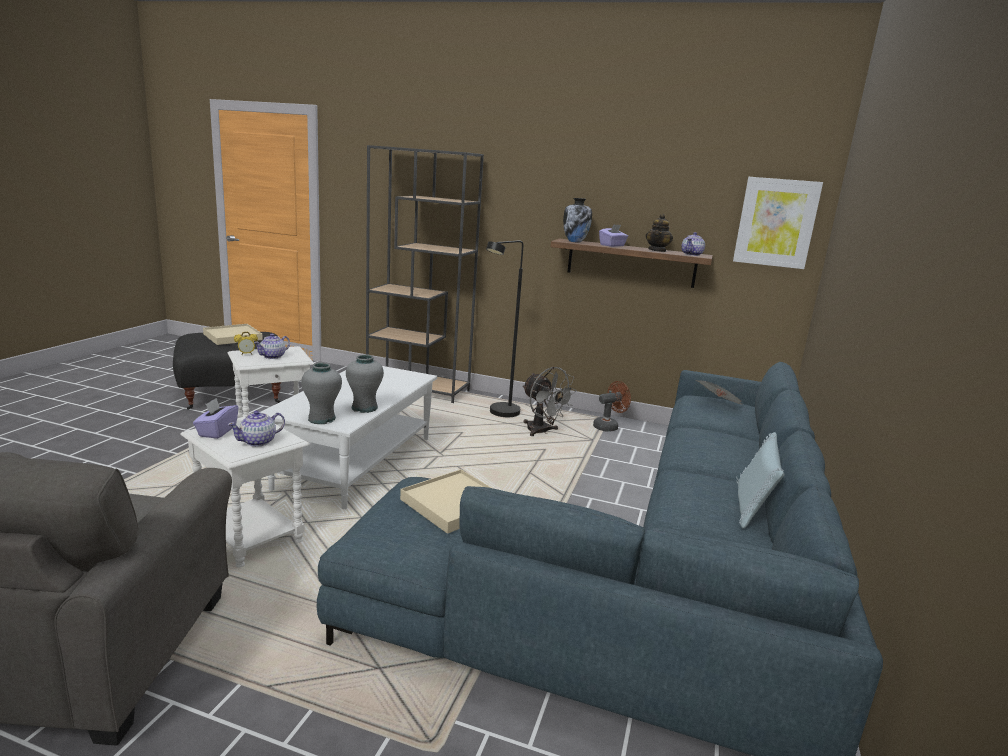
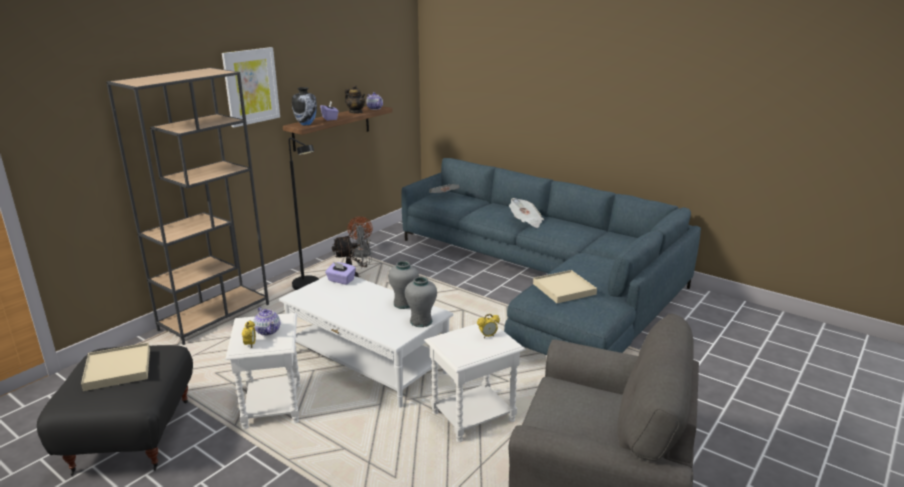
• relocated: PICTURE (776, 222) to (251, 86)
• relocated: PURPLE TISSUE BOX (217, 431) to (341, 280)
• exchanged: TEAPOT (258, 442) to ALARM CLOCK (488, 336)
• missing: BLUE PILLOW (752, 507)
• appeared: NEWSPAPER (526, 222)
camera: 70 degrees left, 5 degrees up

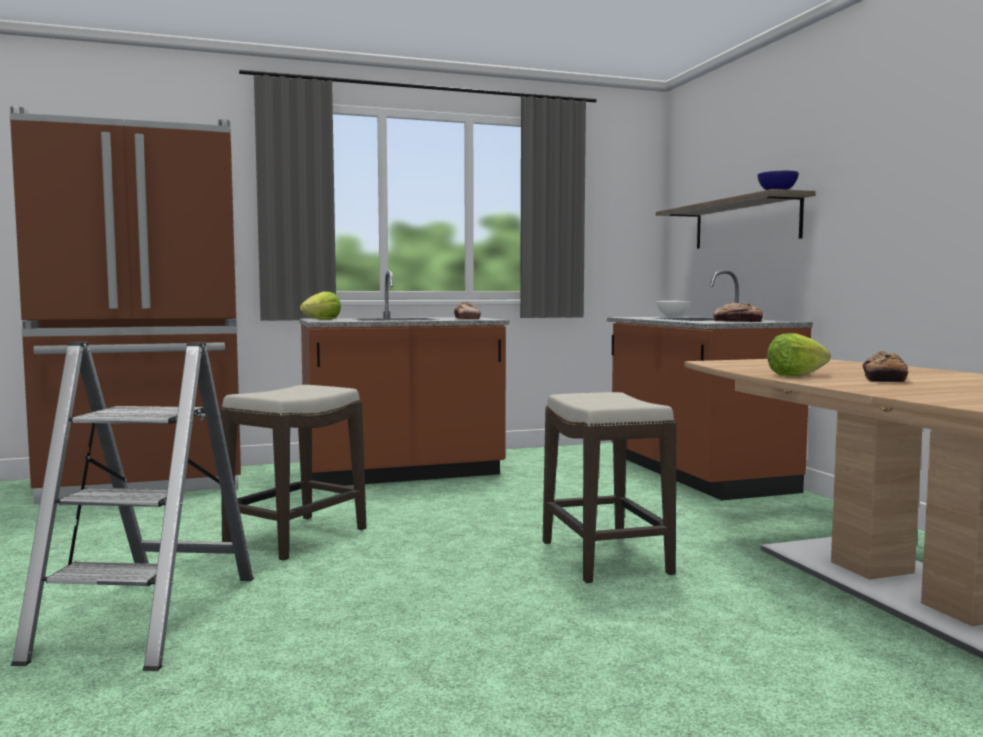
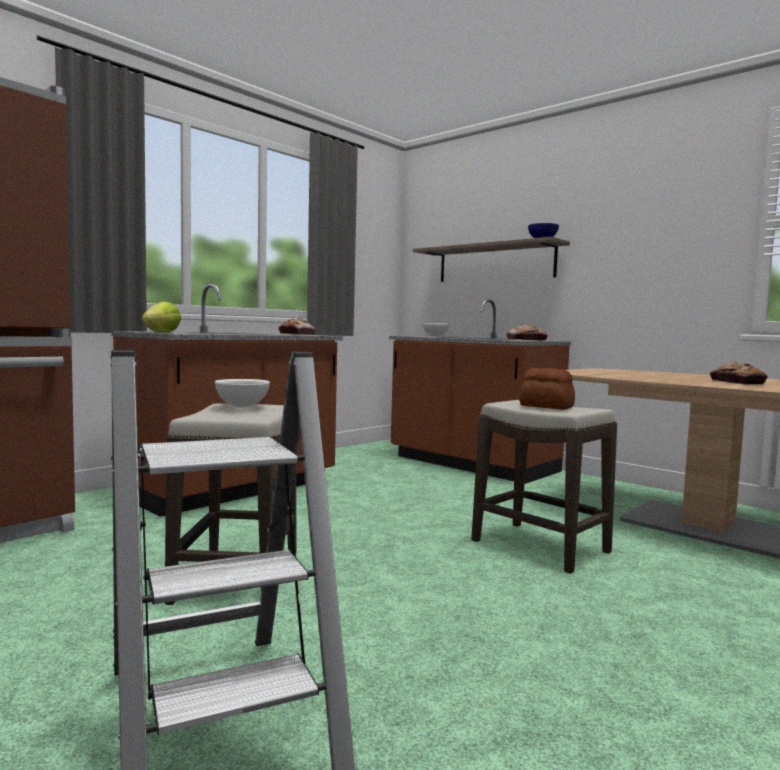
• missing: LETTUCE (795, 375)
• appeared: BREAD (546, 407)
• appeared: WHITE BOWL (243, 406)
camera: 30 degrees left, 0 degrees up

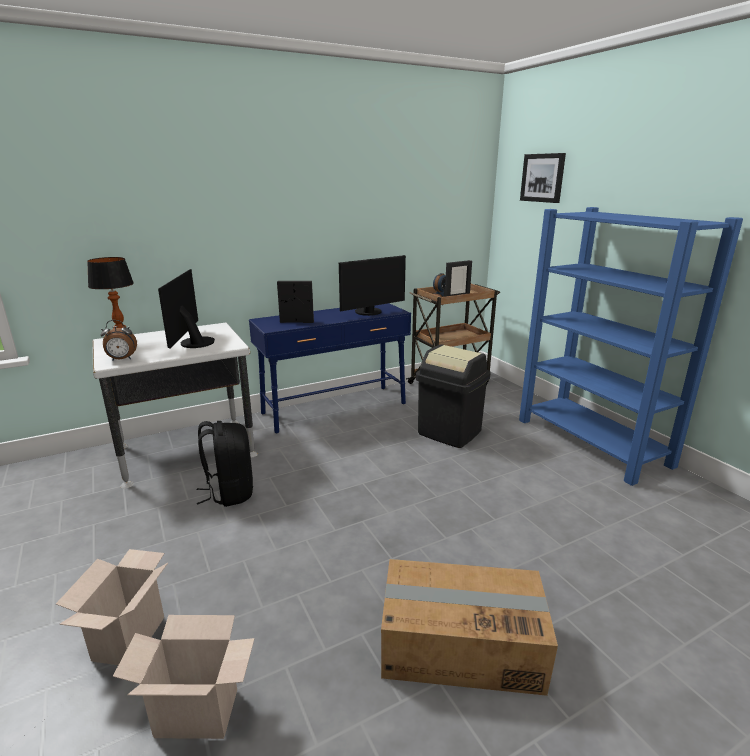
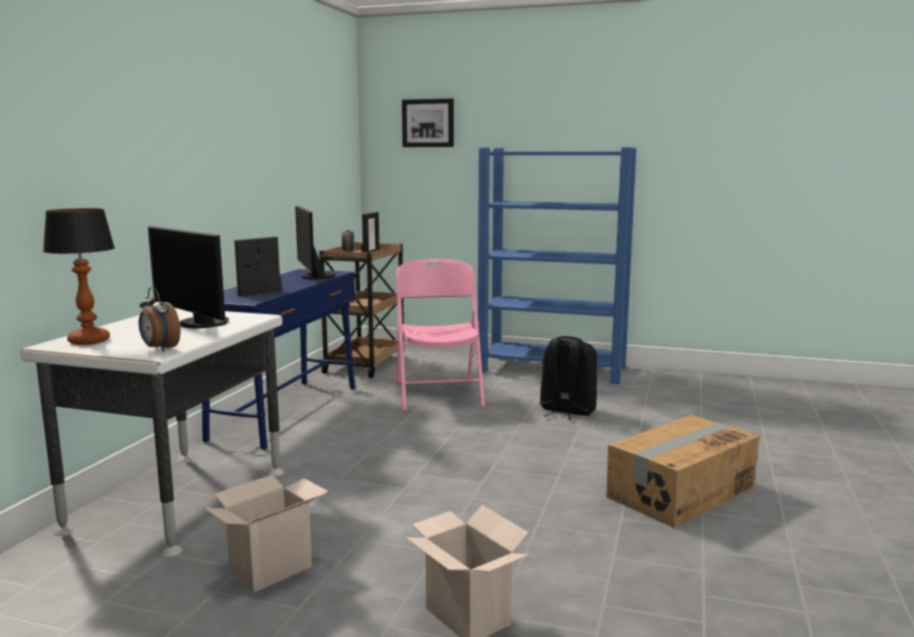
• spun: MONITOR (370, 312) = (314, 277) 150 degrees clockwise
• spun: ALARM CLOCK (122, 359) = (159, 349) 105 degrees clockwise
• exchanged: BLACK TRASH CAN (449, 432) to PINK CHAIR (439, 395)
• relocated: BLACK BACKPACK (229, 492) to (566, 411)
• relocated: CARDBOARD BOX (200, 711) to (272, 568)
camera: 45 degrees left, 10 degrees down

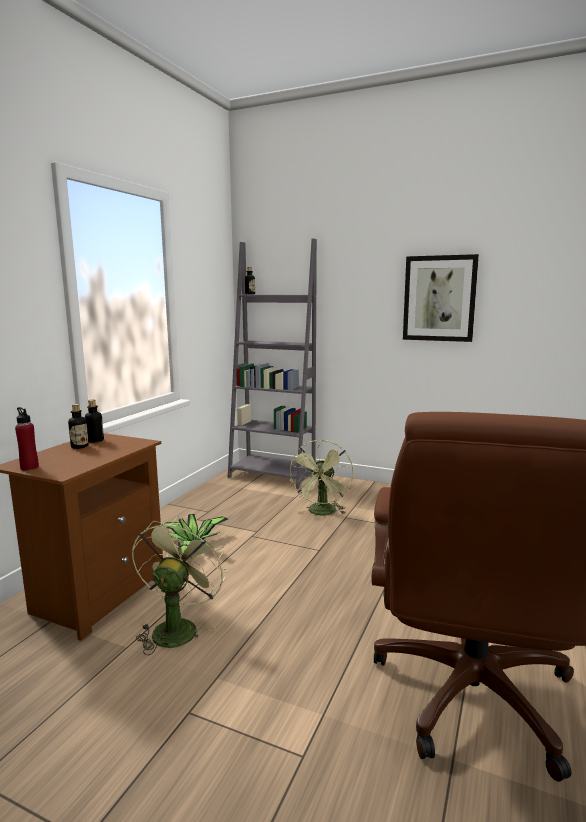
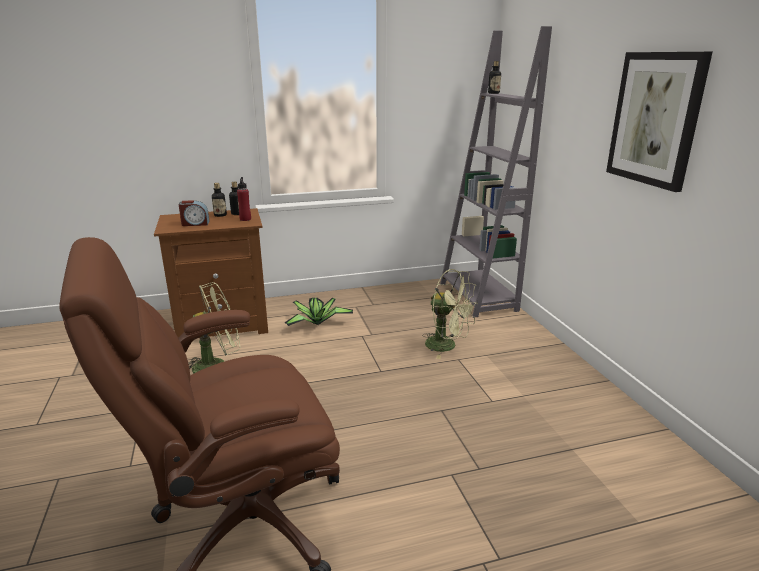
• relocated: RED BOTTLE (29, 467) to (245, 219)
• spun: GREEN FAN (322, 513) = (447, 346) 120 degrees counterclockwise
• appeared: ALARM CLOCK (195, 224)
camera: 50 degrees right, 10 degrees up

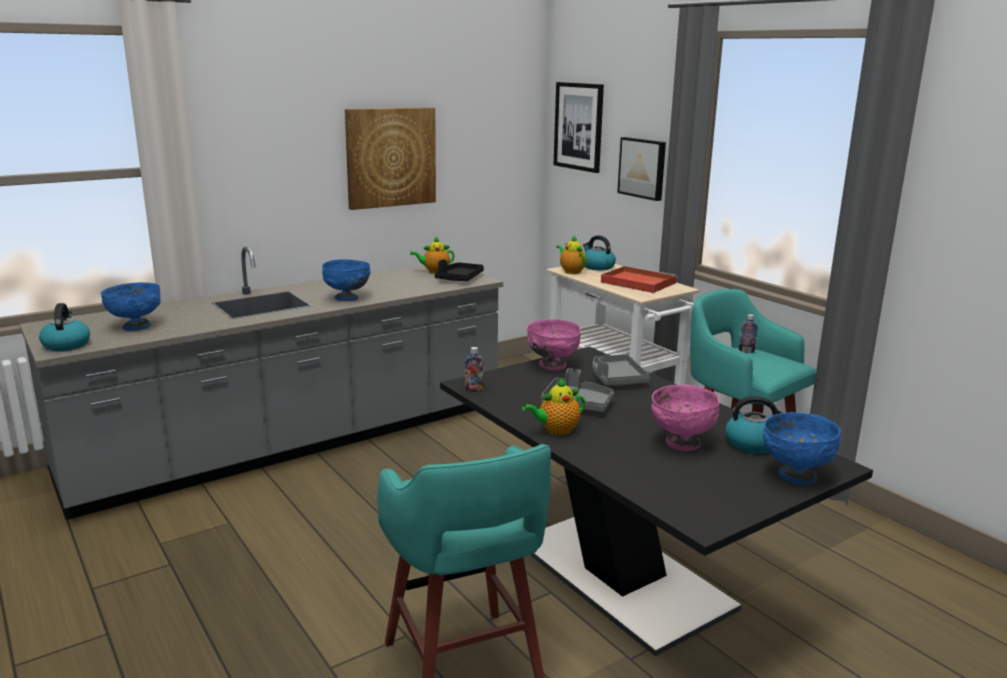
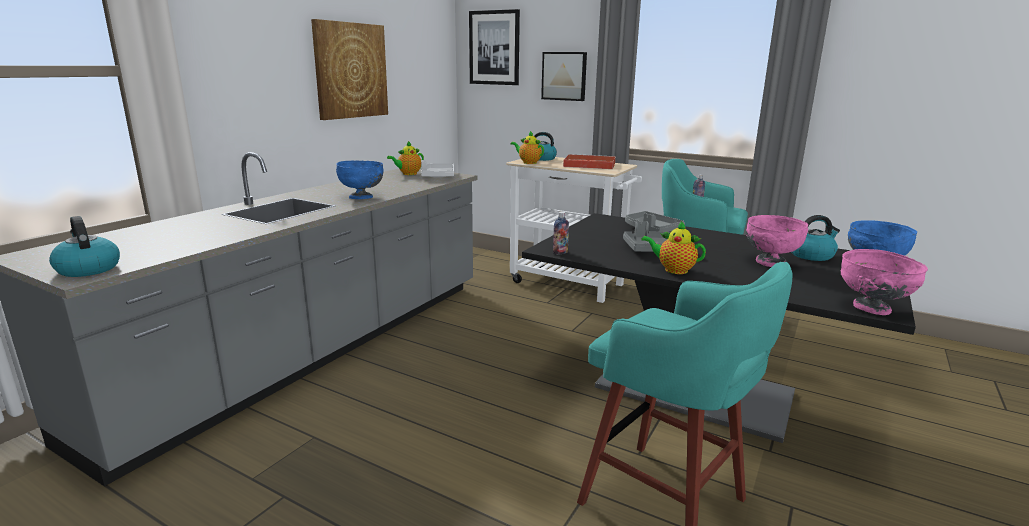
• colour: BLACK TRAY (459, 279) to WHITE TRAY (438, 176)
• missing: BLUE BOWL (136, 326)
• relocated: PINK BOWL (552, 366) to (872, 309)
• spun: TEAPOT (556, 430) = (673, 270) 75 degrees clockwise
camera: 25 degrees left, 0 degrees up

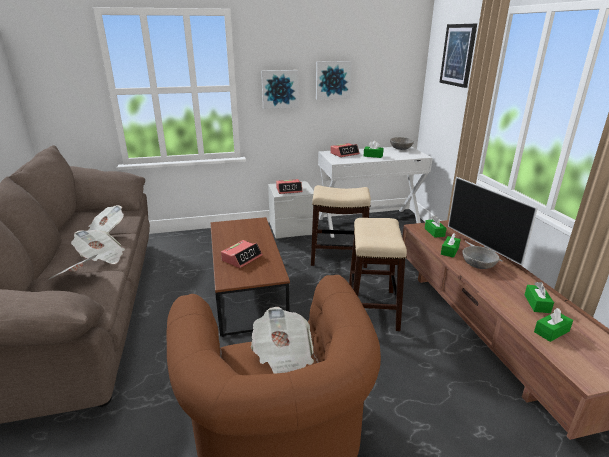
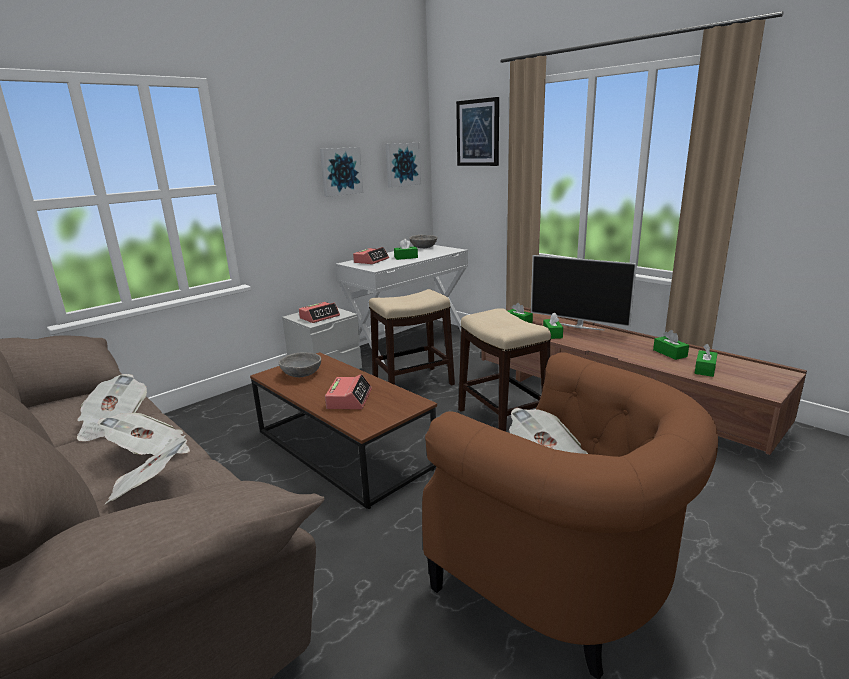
• relocated: PICTURE (279, 89) to (402, 164)
• relocated: GREY BOWL (478, 265) to (301, 374)
camera: 30 degrees left, 5 degrees down

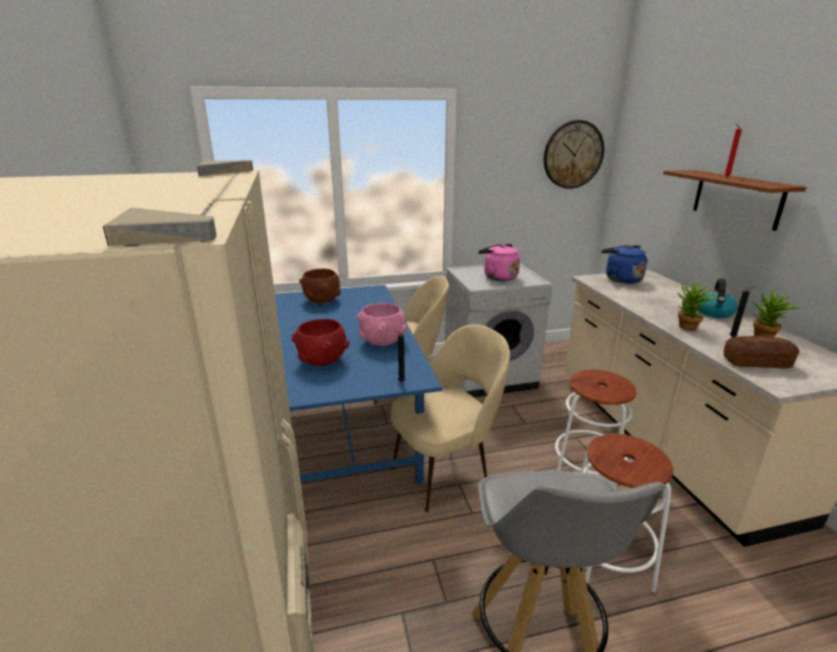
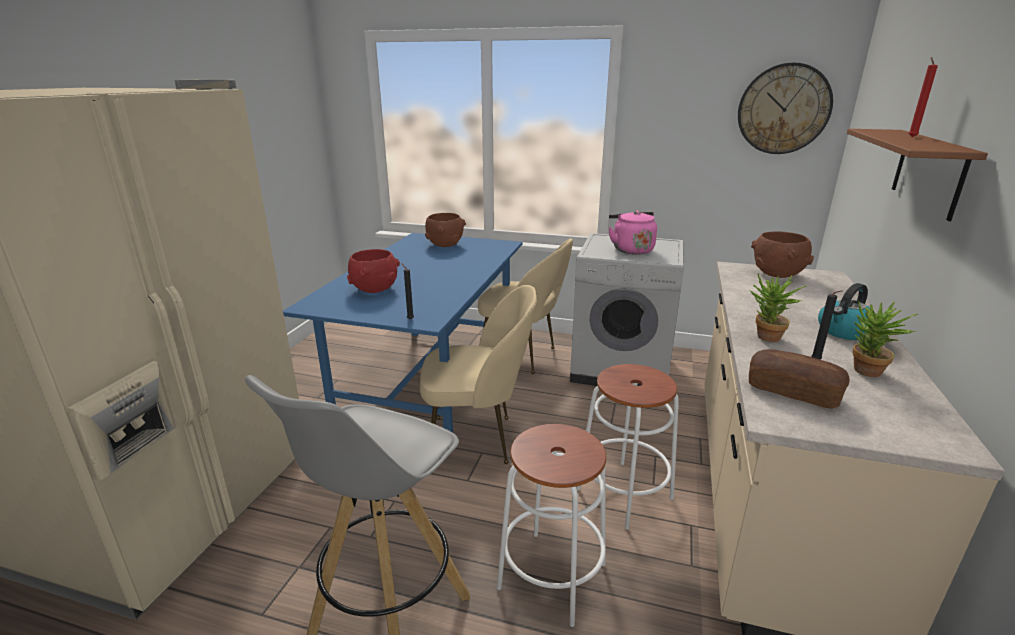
• exchanged: BLUE KETTLE (620, 279) to BROWN BOWL (777, 274)
• missing: PINK BOWL (383, 342)
camera: 30 degrees right, 0 degrees up

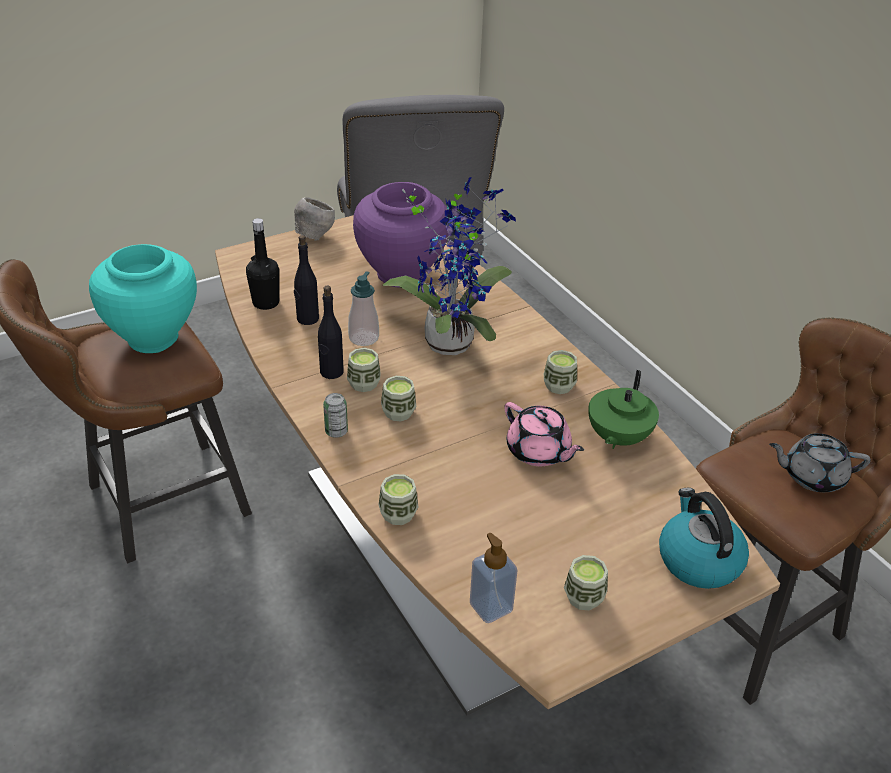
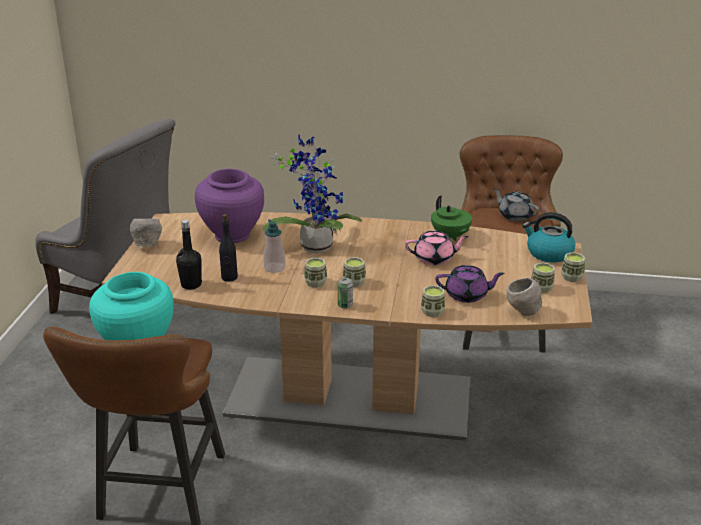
• missing: BLACK BOTTLE (331, 372)
• relocated: CUP (559, 386) to (571, 277)
• spun: GREY TEAPOT (812, 476) = (514, 216) 90 degrees clockwise
• exchanged: SOAP DISPENSER (491, 607) to GREY BOWL (523, 312)
• appeared: PURPLE TEAPOT (467, 295)
camera: 50 degrees left, 10 degrees down

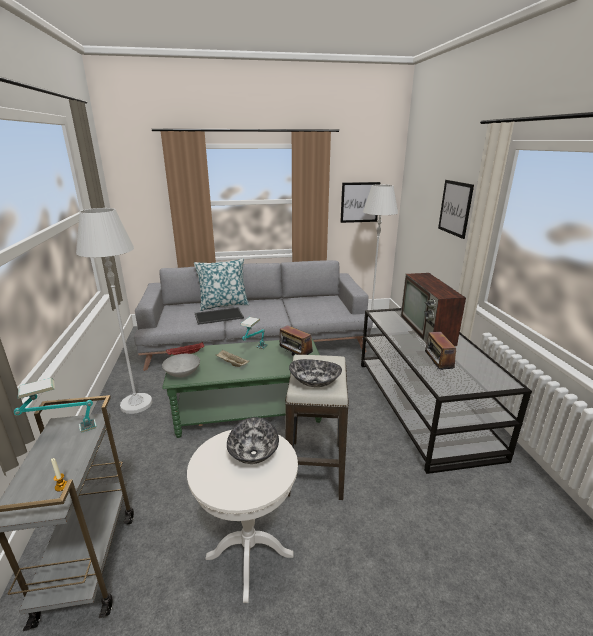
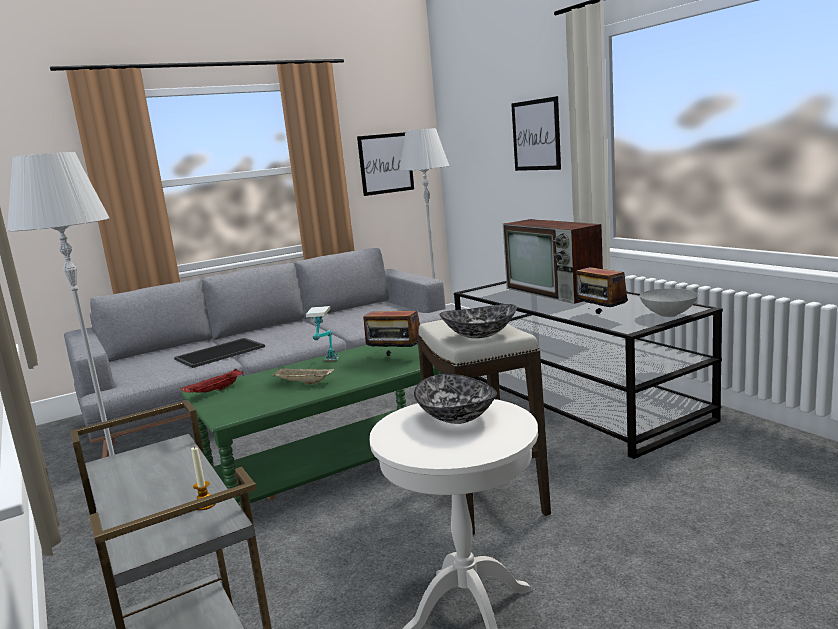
• missing: PILLOW (223, 305)
• relocated: GREY BOWL (183, 374) to (669, 315)
• missing: TABLE LAMP (63, 434)
camera: 20 degrees left, 10 degrees down

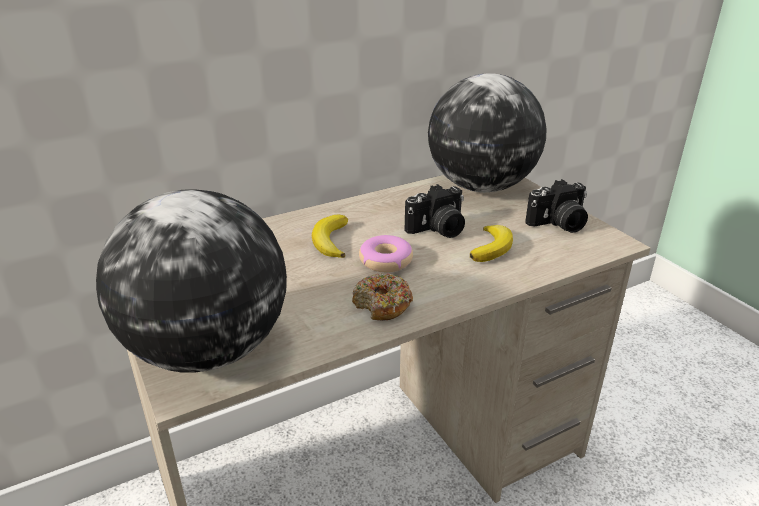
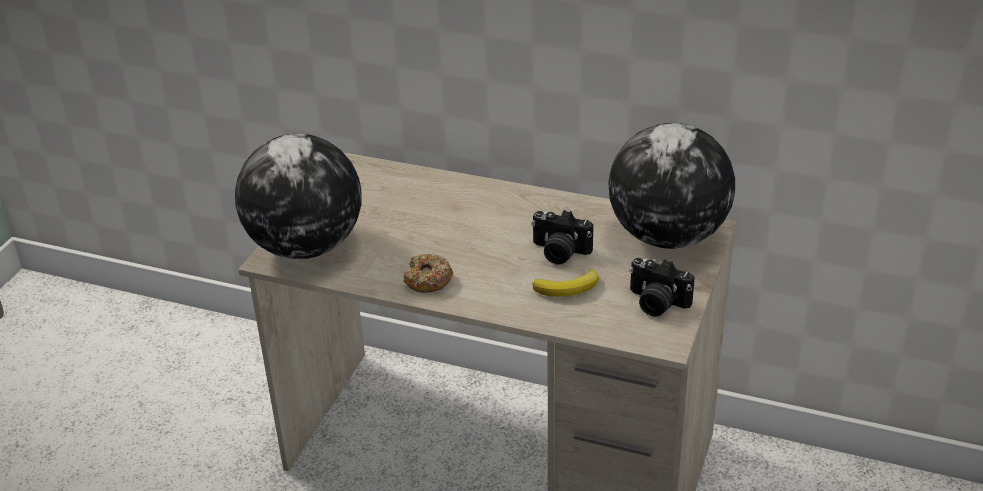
• missing: BANANA (330, 240)
• missing: DONUT (385, 261)
camera: 50 degrees right, 5 degrees up

